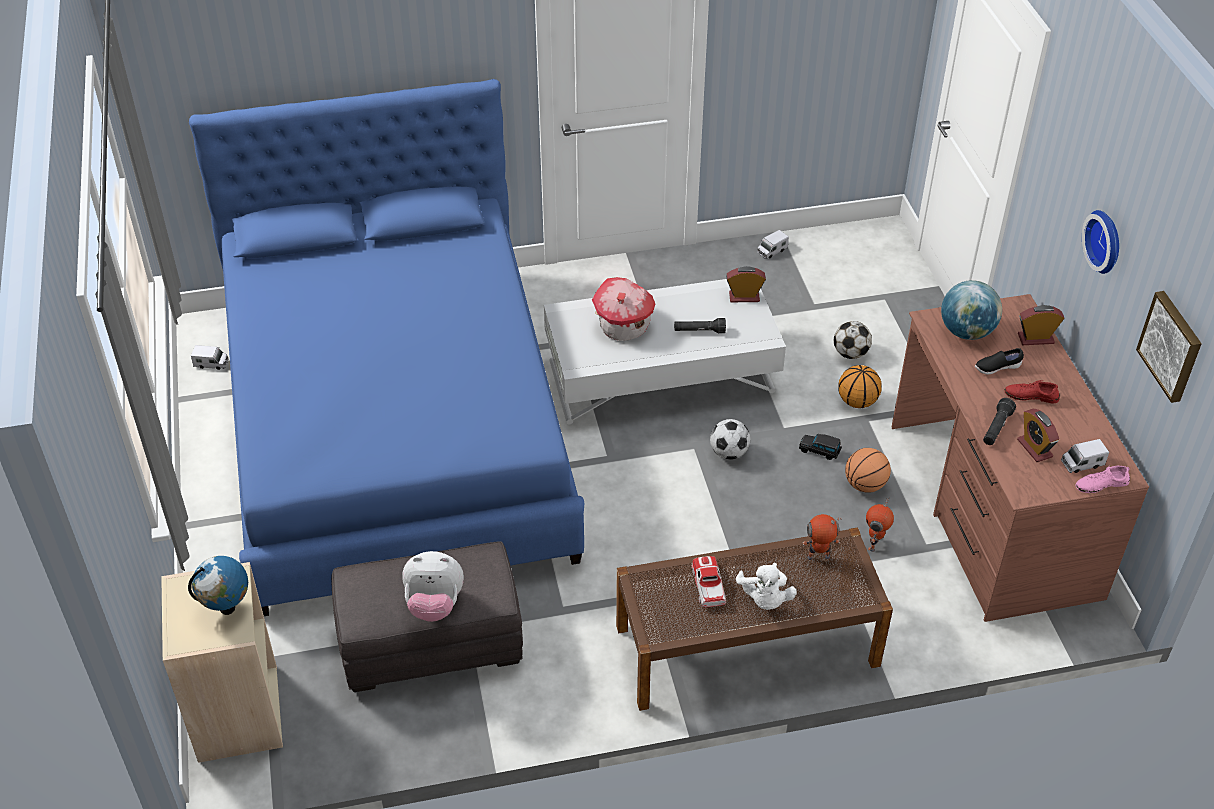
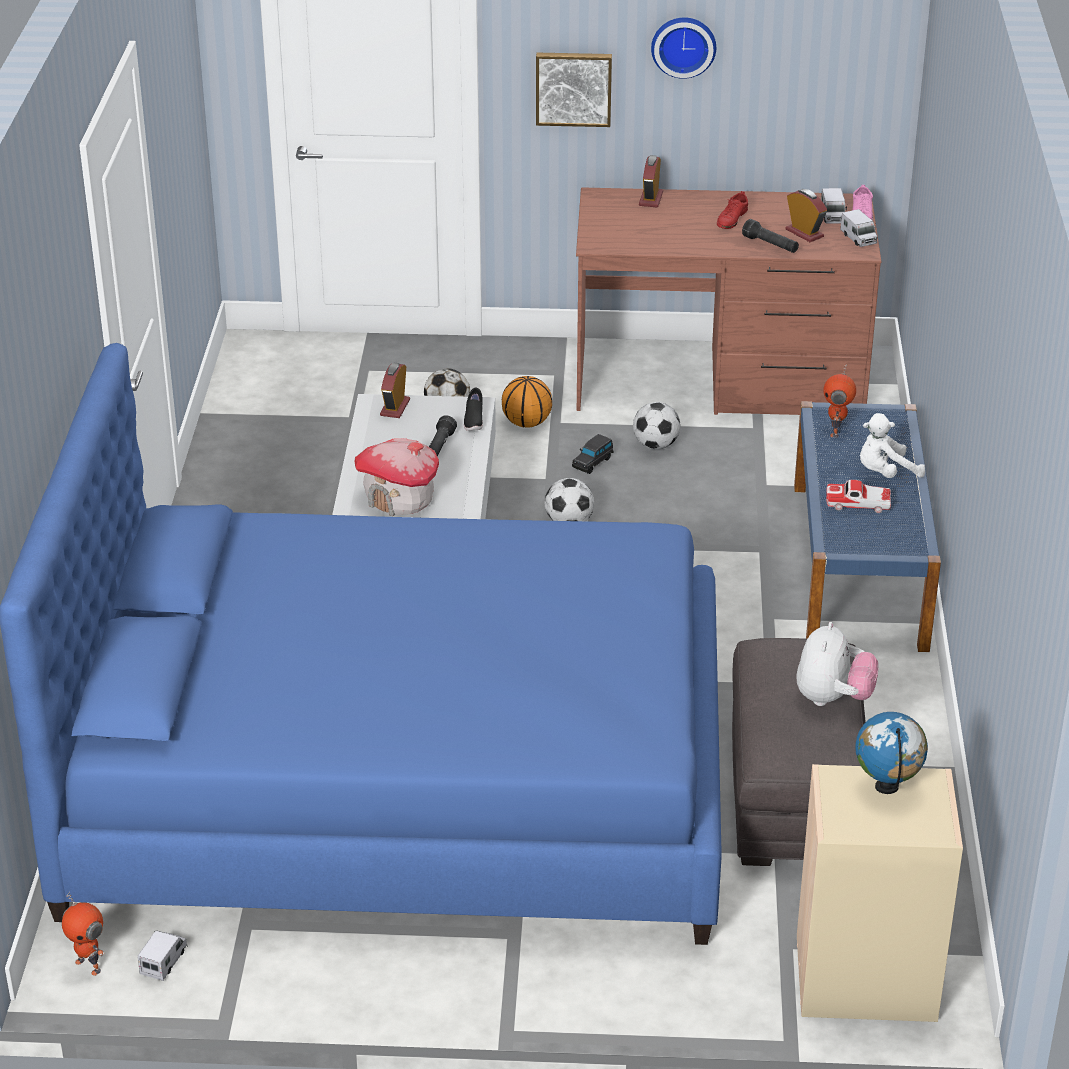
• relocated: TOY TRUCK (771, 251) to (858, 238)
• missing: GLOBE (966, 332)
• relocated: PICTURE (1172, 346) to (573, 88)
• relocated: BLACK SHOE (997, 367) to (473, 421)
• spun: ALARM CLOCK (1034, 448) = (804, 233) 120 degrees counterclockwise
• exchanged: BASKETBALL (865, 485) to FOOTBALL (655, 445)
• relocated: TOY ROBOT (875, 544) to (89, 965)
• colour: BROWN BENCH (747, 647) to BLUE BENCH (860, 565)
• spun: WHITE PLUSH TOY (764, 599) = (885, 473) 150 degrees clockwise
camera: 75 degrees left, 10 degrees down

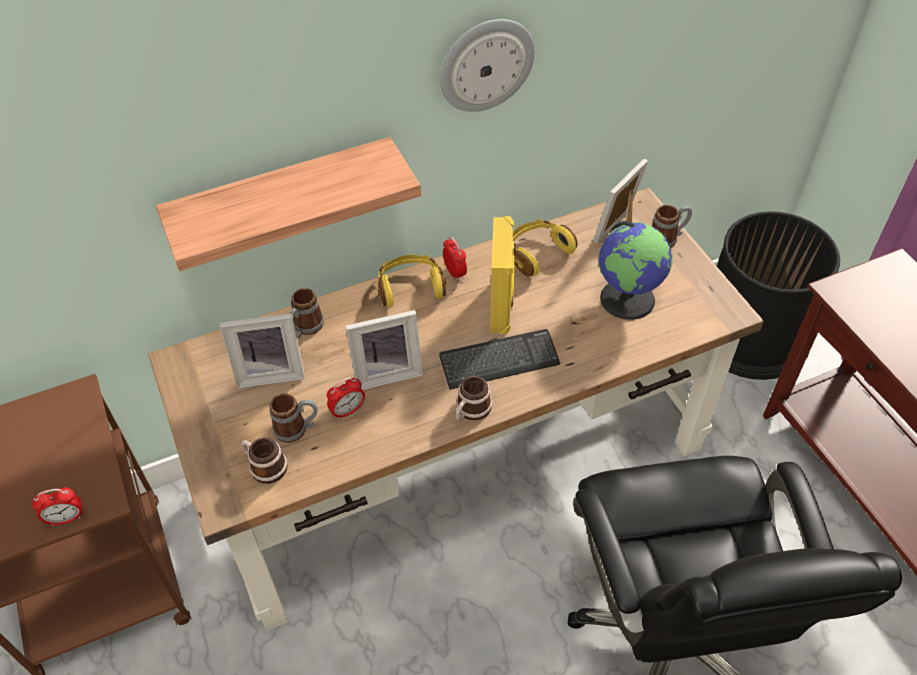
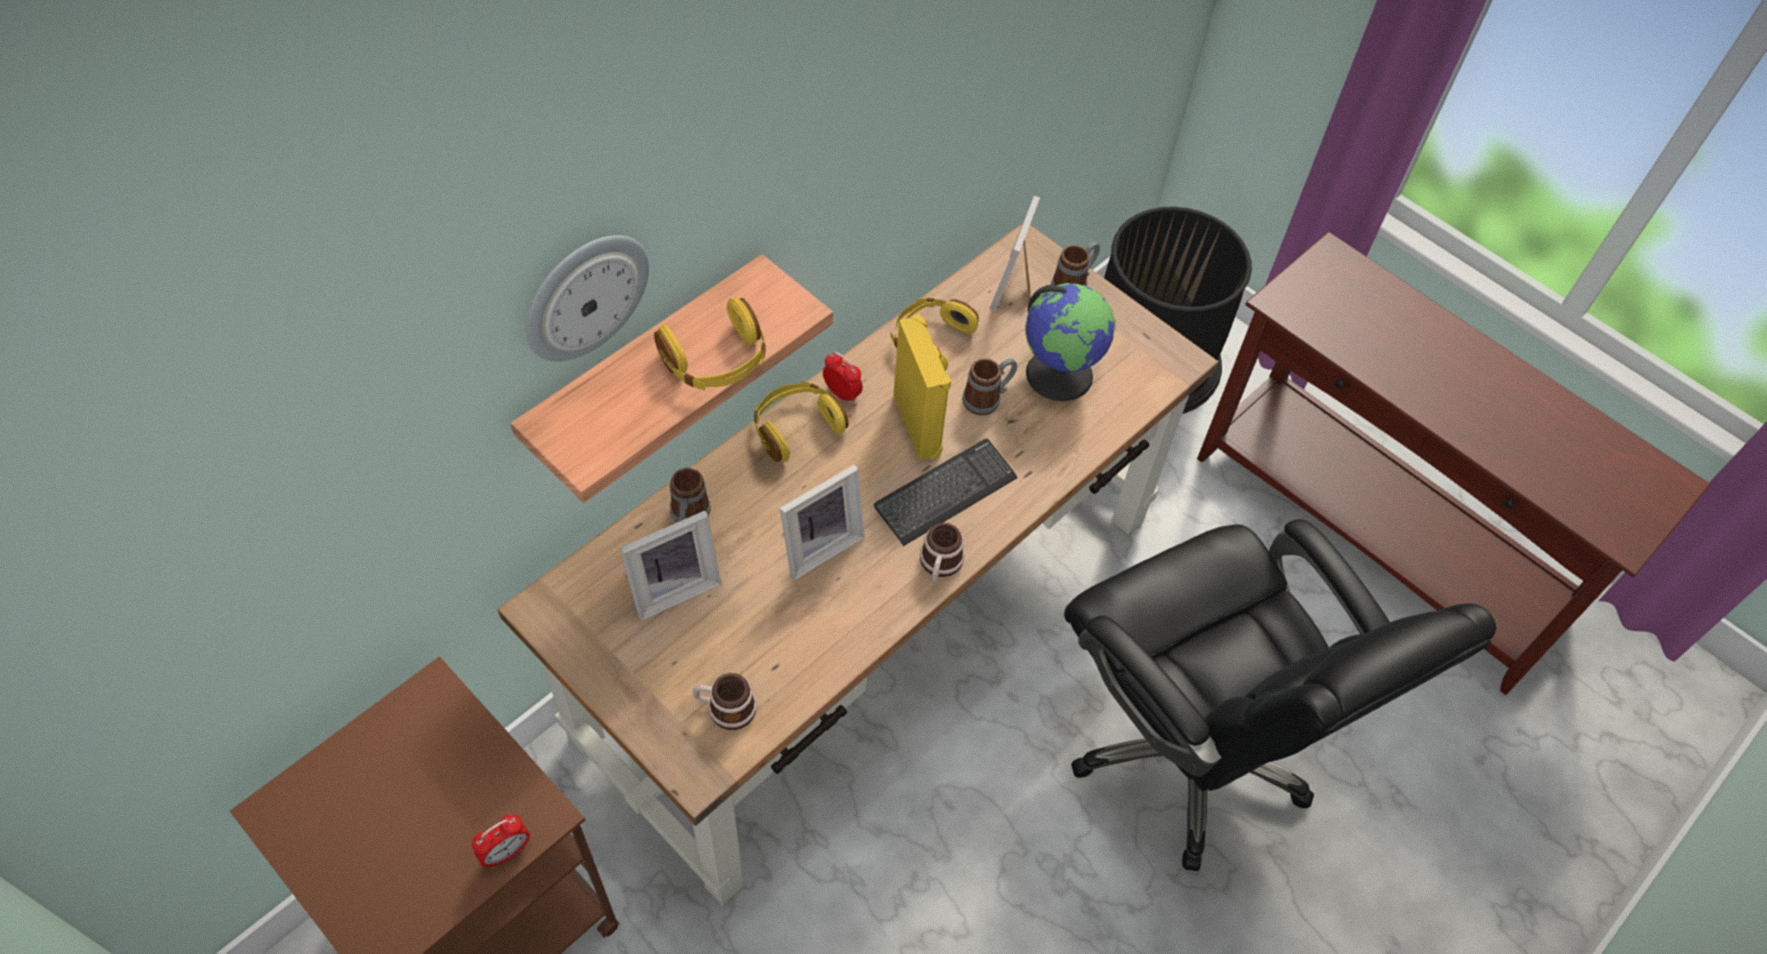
• relocated: WALL CLOCK (485, 64) to (585, 296)
• missing: ALARM CLOCK (348, 411)
• relocated: MUG (297, 428) to (988, 398)
• appeared: YELLOW HEADPHONES (716, 361)
camera: 25 degrees left, 5 degrees up

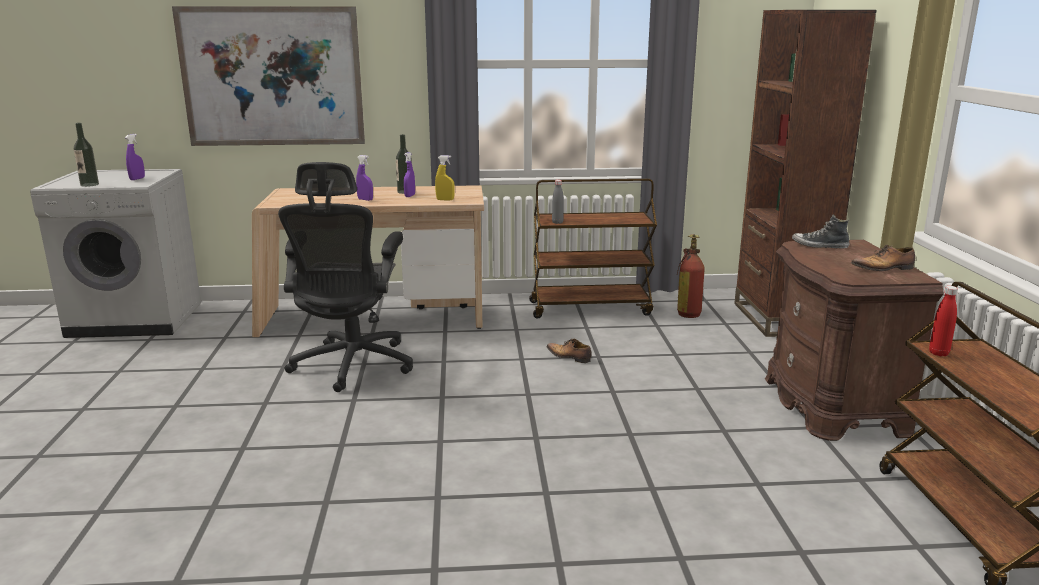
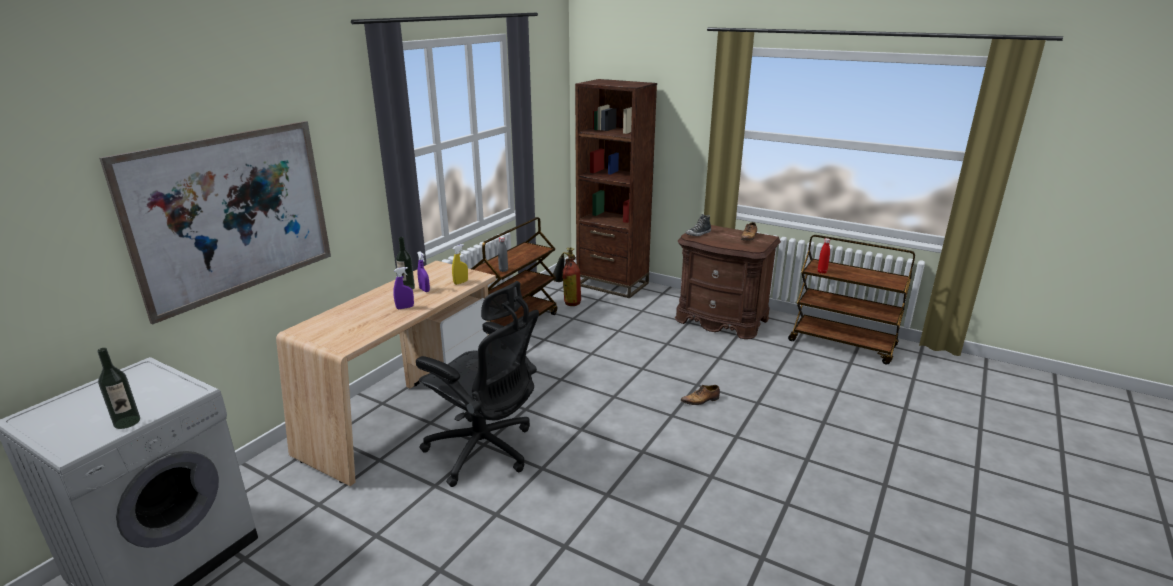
• missing: PURPLE SPRAY BOTTLE (137, 179)
• relocated: SHOE (569, 357) to (701, 400)
camera: 55 degrees left, 5 degrees up

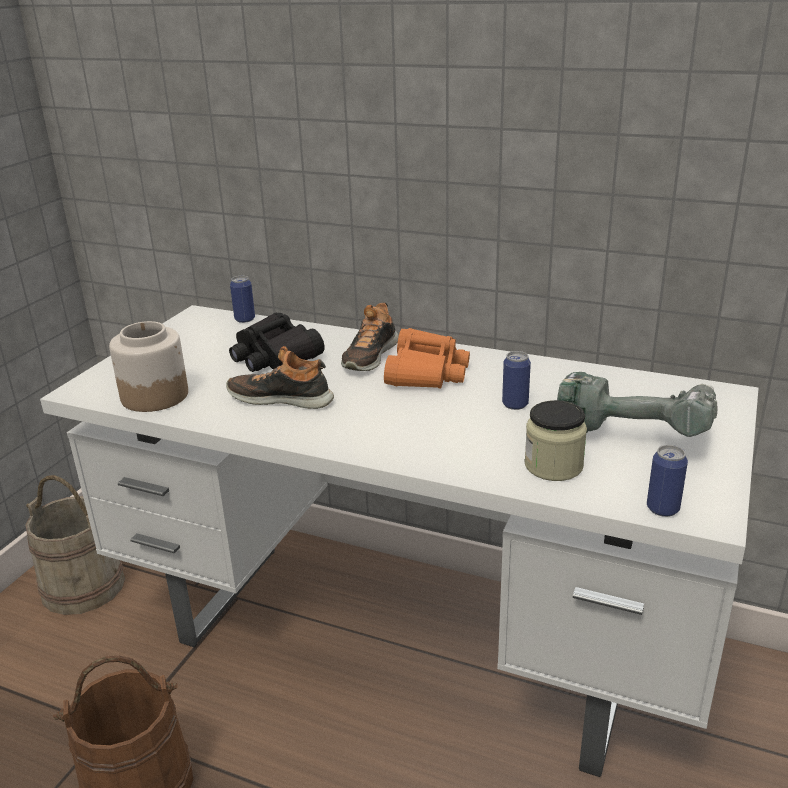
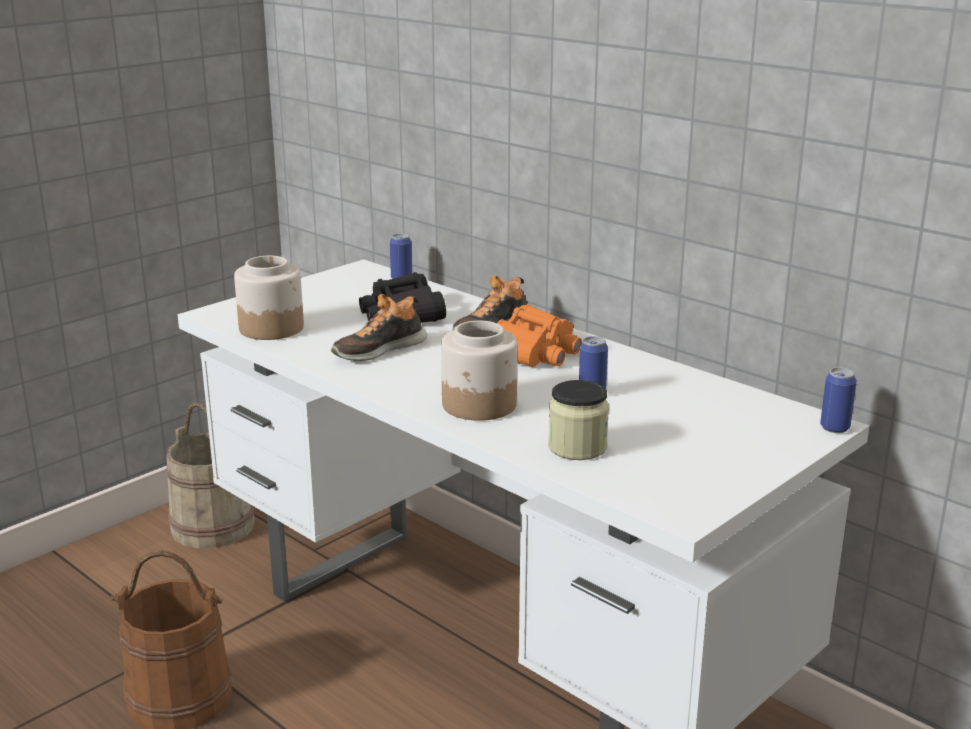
• spun: SHOE (281, 398) = (378, 349) 75 degrees counterclockwise
• missing: POWER DRILL (634, 431)
• relocated: CAN (662, 509) to (834, 428)
• appeared: JAR (479, 405)
camera: 20 degrees right, 5 degrees down

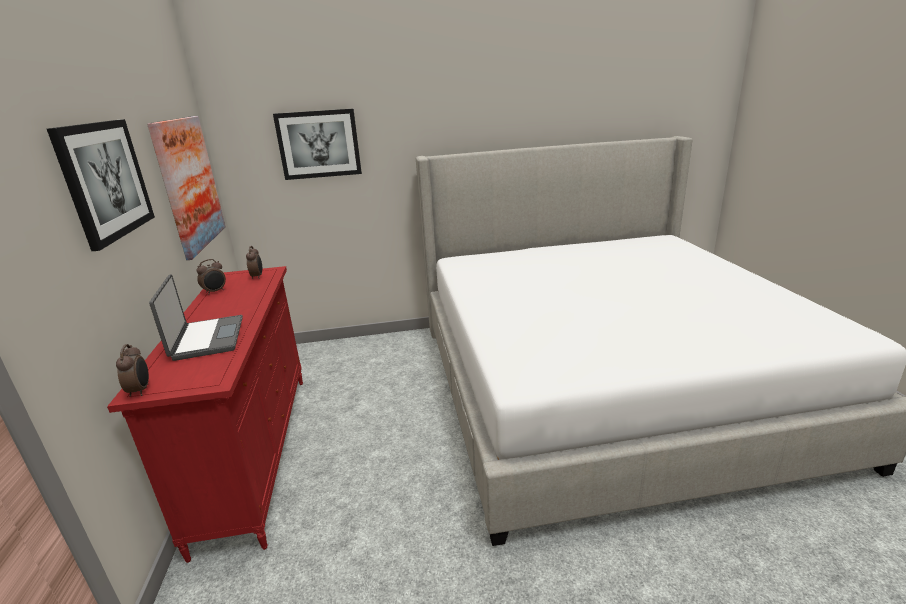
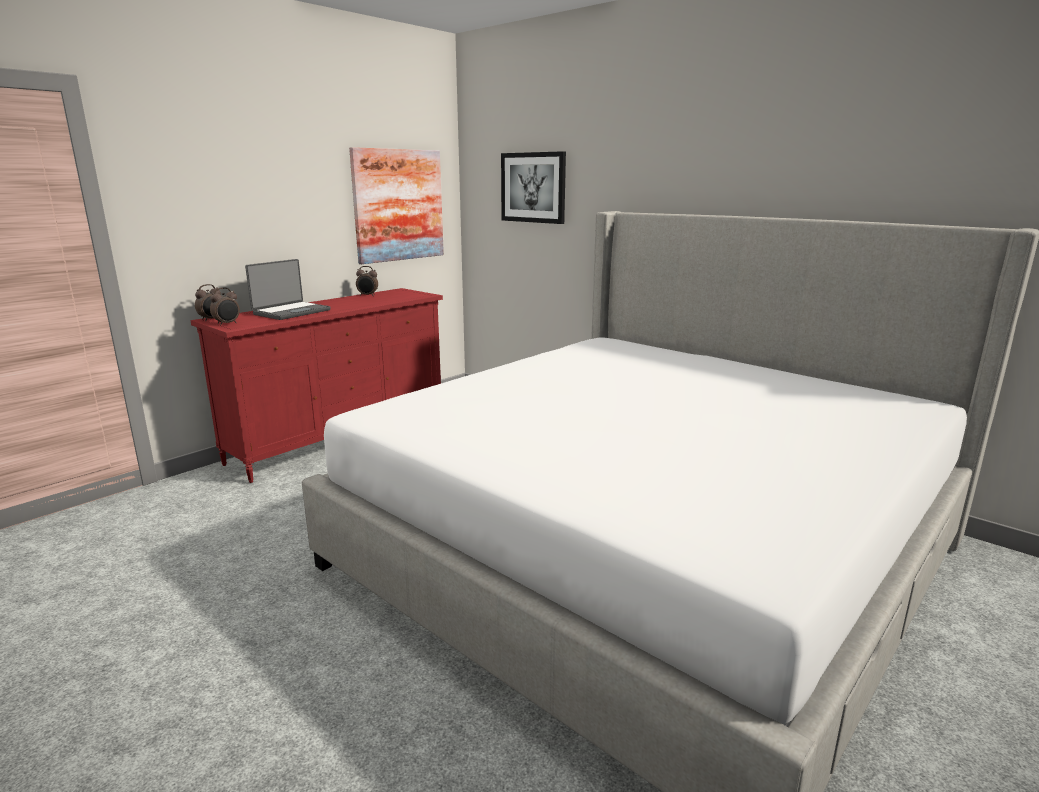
• missing: PICTURE (105, 180)
• relocated: ALARM CLOCK (257, 276) to (227, 324)
camera: 50 degrees right, 5 degrees down

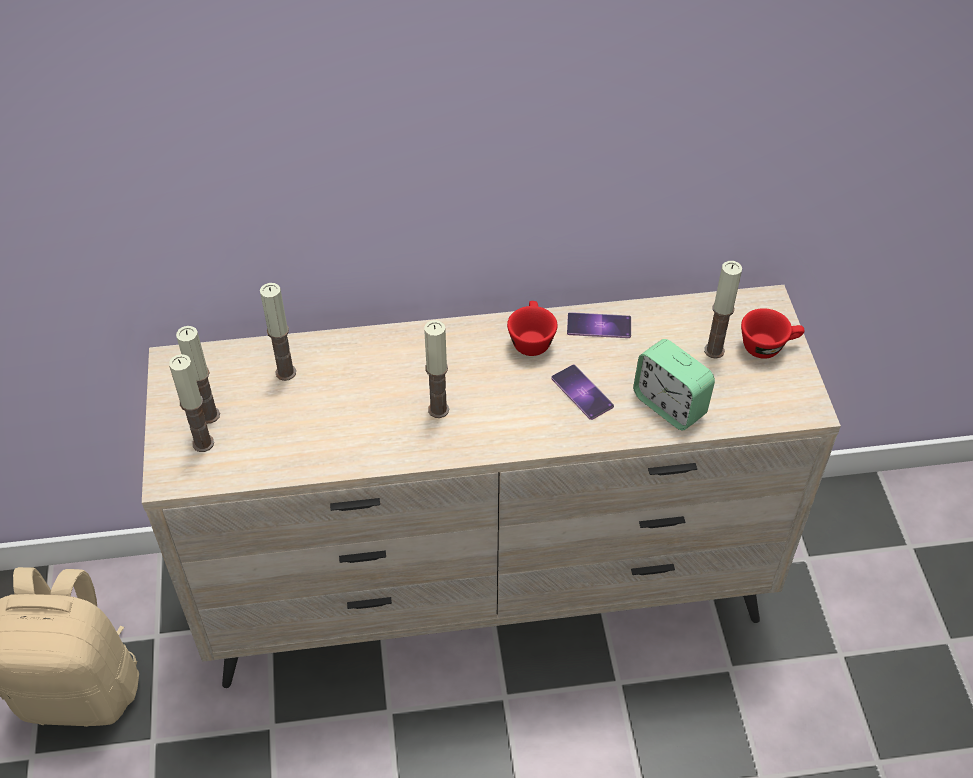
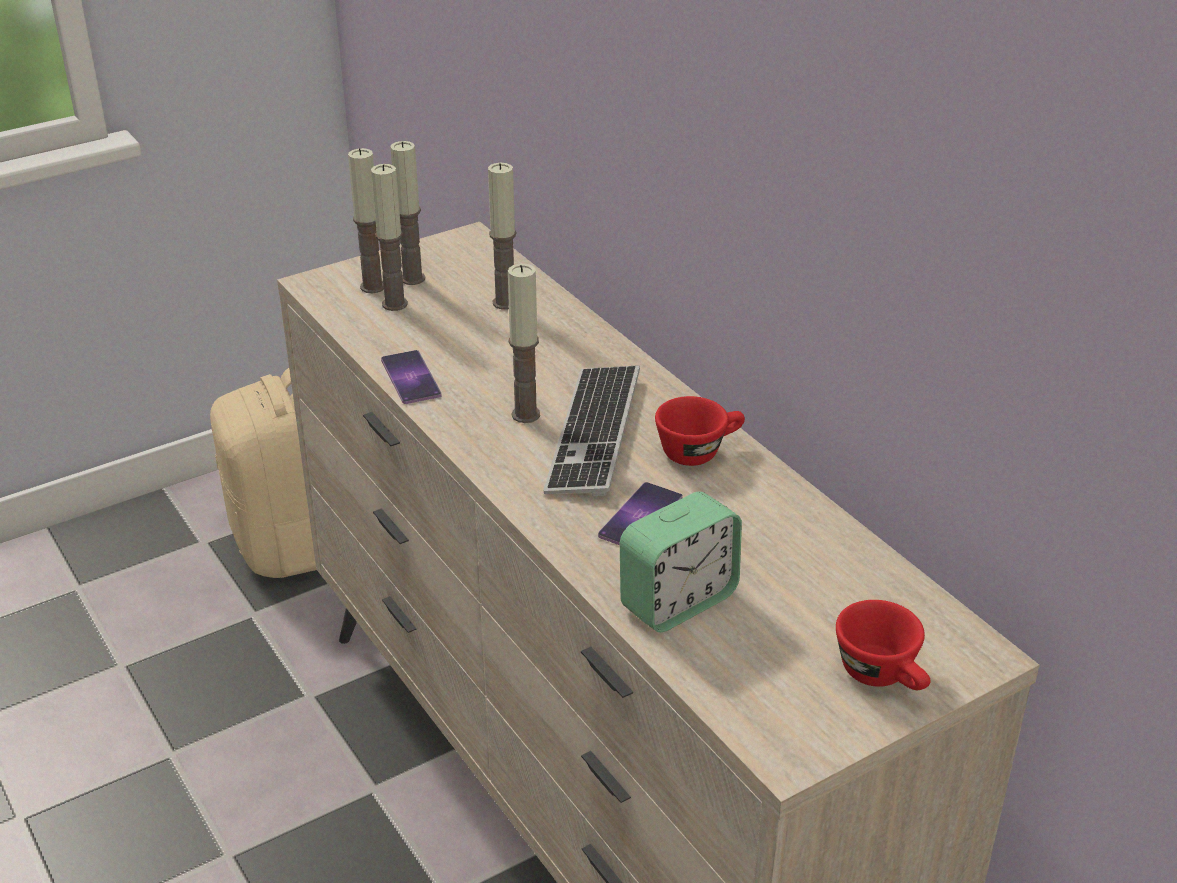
• relocated: CANDLE (714, 350) to (394, 304)
• relocated: PHONE (599, 326) to (410, 377)
• spun: ALARM CLOCK (669, 405) = (678, 601) 150 degrees counterclockwise
• appeared: KEYBOARD (594, 433)
camera: 65 degrees right, 15 degrees down

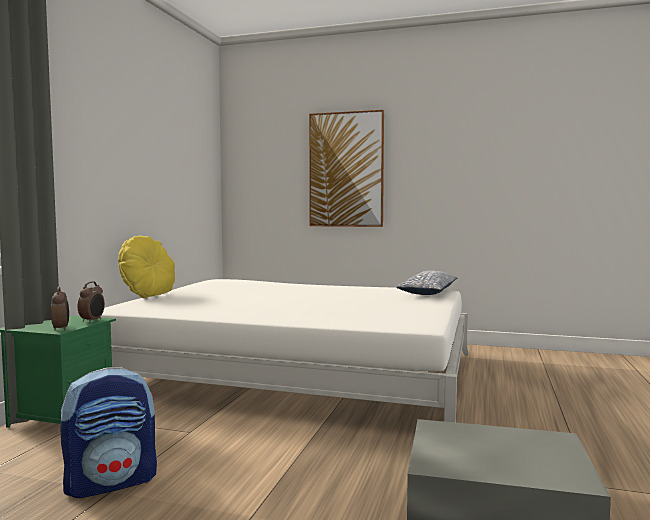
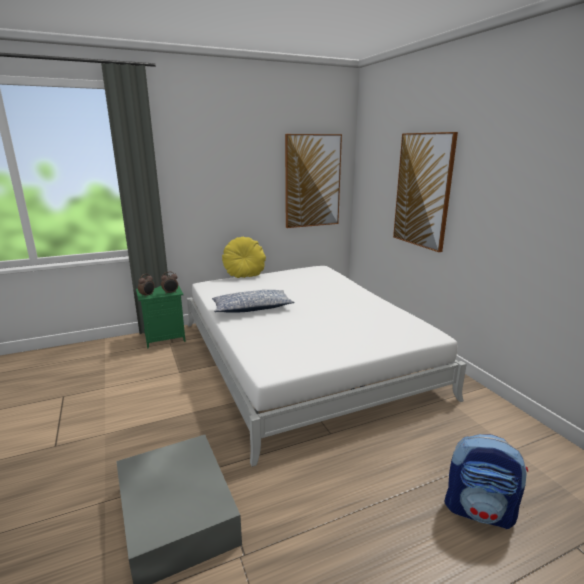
• relocated: PILLOW (427, 293) to (252, 308)
• relocated: BACKPACK (112, 482) to (479, 510)
• appeared: PICTURE (312, 181)
camera: 50 degrees right, 15 degrees up

